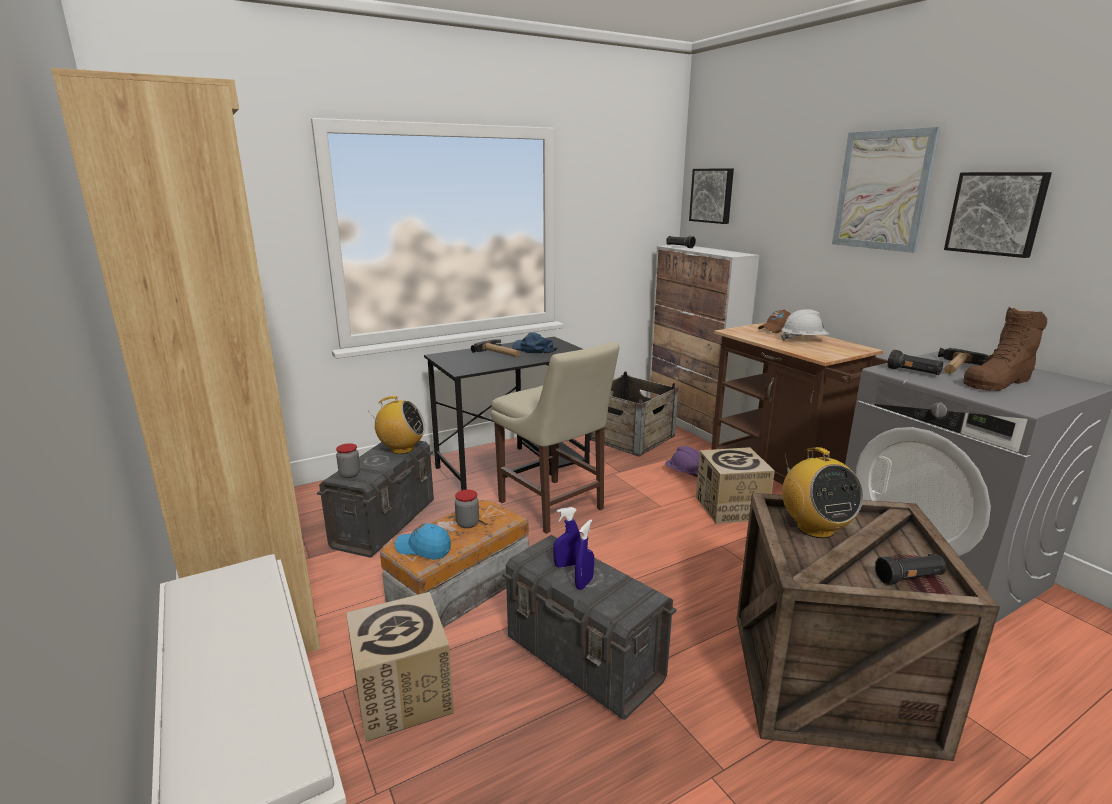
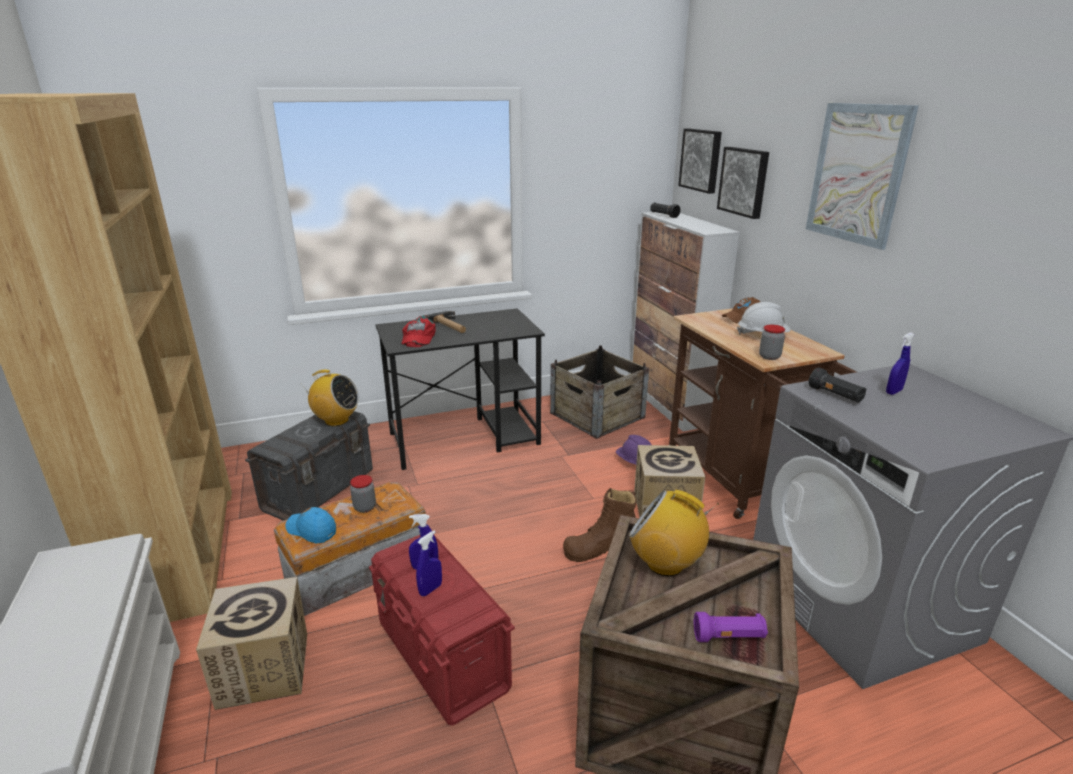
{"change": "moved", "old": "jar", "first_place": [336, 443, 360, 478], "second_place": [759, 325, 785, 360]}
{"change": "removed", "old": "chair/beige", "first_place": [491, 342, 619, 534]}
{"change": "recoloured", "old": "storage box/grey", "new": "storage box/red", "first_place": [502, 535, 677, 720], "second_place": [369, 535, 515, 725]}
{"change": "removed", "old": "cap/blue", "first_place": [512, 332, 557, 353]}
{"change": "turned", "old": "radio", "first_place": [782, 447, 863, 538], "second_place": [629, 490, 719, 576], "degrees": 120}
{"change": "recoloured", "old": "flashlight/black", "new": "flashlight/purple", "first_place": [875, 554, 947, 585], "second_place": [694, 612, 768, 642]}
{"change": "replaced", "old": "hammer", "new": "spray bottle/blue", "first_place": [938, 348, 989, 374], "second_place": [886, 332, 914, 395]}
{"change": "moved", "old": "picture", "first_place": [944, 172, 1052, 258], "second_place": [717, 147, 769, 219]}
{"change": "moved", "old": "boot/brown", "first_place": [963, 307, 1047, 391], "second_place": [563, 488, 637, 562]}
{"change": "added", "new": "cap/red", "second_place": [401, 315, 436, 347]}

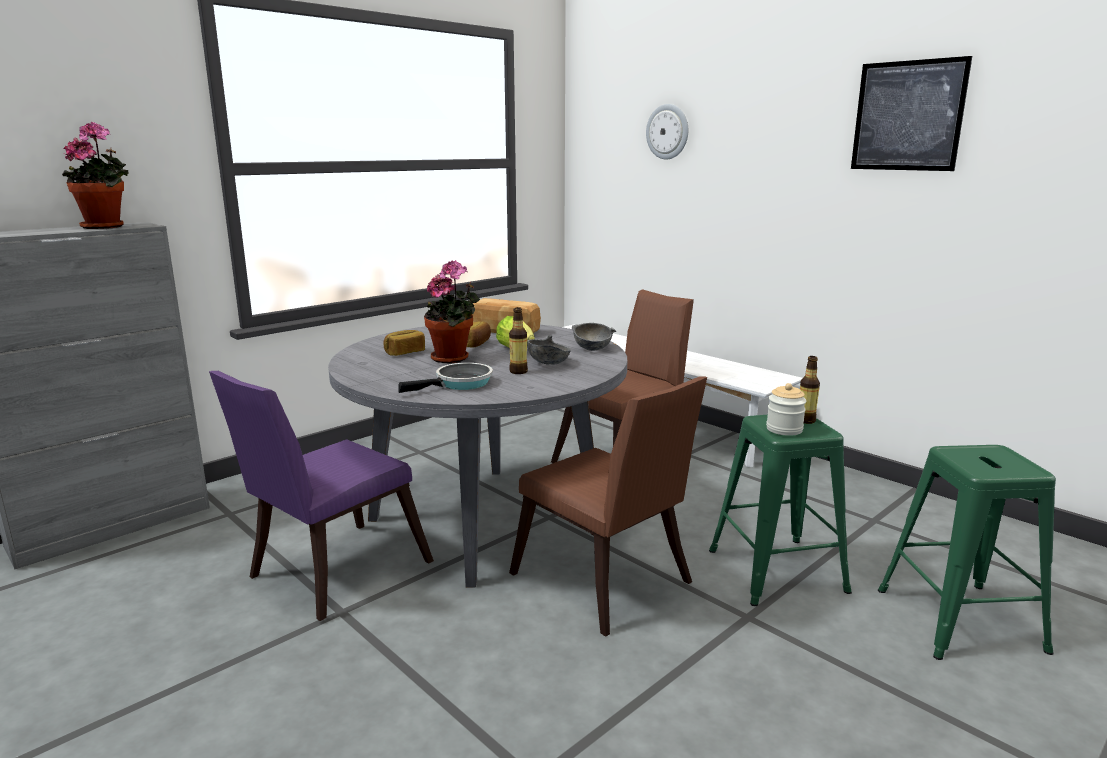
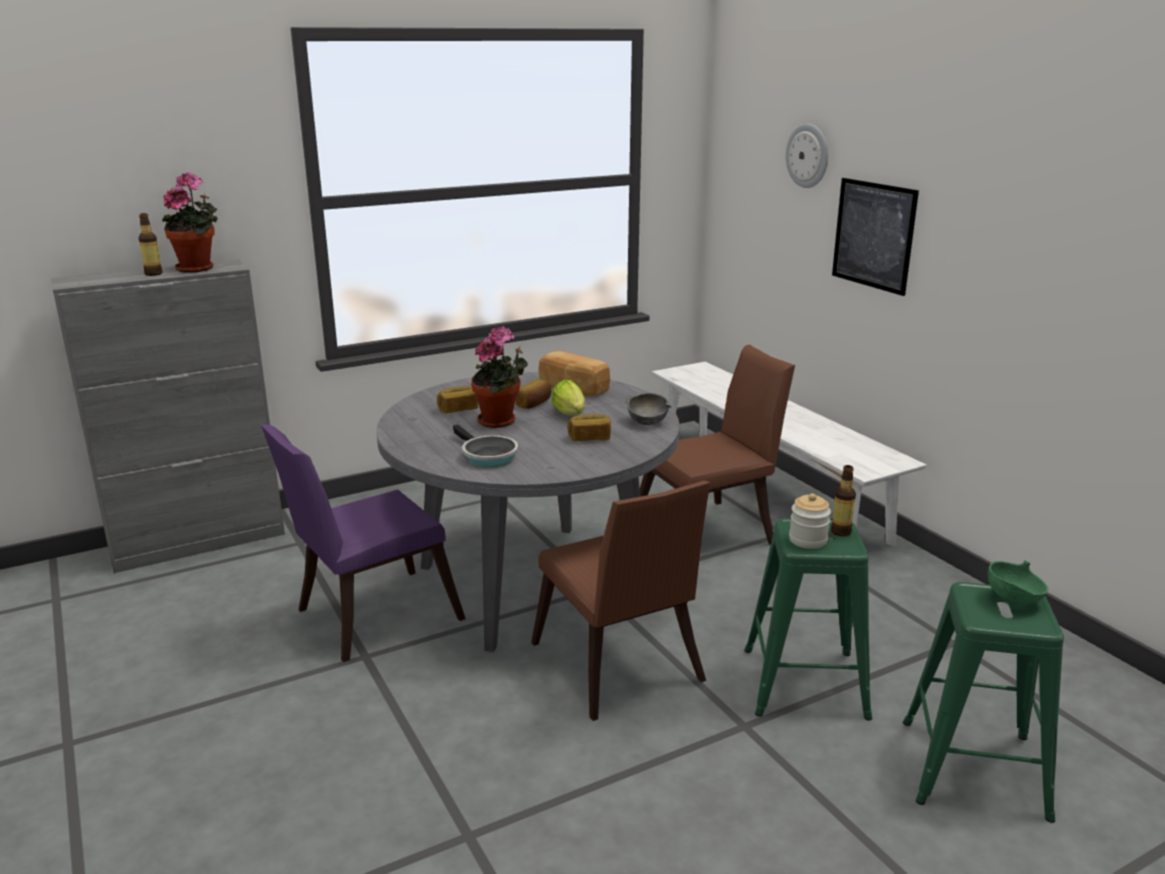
{"change": "turned", "old": "frying pan", "first_place": [398, 363, 493, 393], "second_place": [453, 424, 518, 467], "degrees": 75}
{"change": "moved", "old": "bottle", "first_place": [509, 307, 528, 374], "second_place": [139, 213, 163, 276]}
{"change": "replaced", "old": "bowl/grey", "new": "bread", "first_place": [527, 335, 571, 365], "second_place": [567, 414, 611, 442]}
{"change": "moved", "old": "picture", "first_place": [851, 56, 972, 171], "second_place": [832, 178, 919, 296]}
{"change": "added", "new": "bowl/green", "second_place": [988, 560, 1049, 605]}

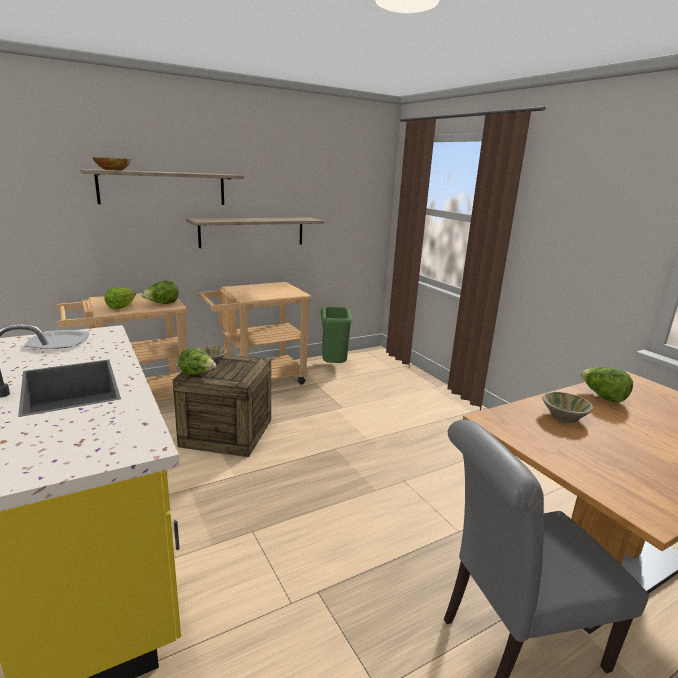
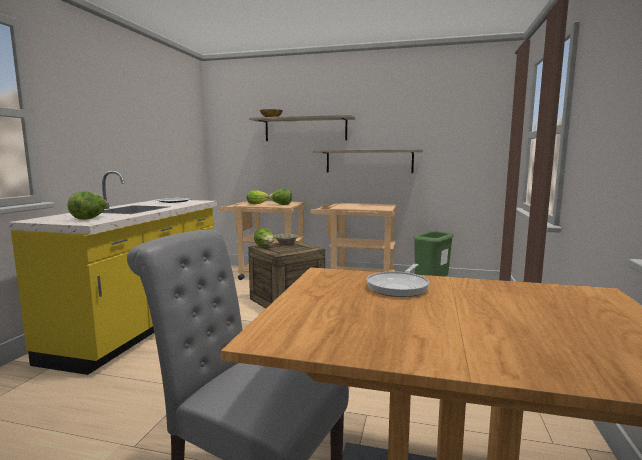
{"change": "replaced", "old": "bowl/beige", "new": "frying pan", "first_place": [542, 392, 593, 423], "second_place": [366, 264, 430, 297]}
{"change": "moved", "old": "lettuce", "first_place": [580, 367, 633, 403], "second_place": [68, 191, 107, 220]}

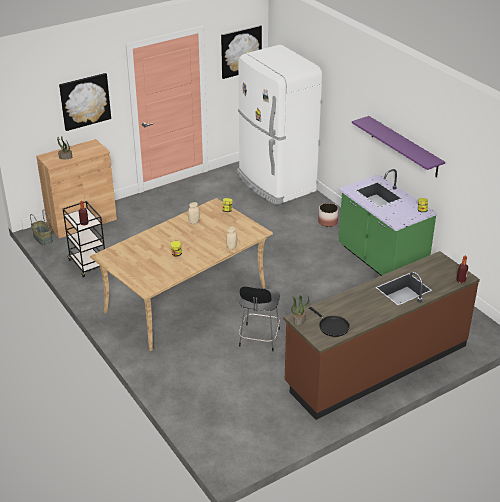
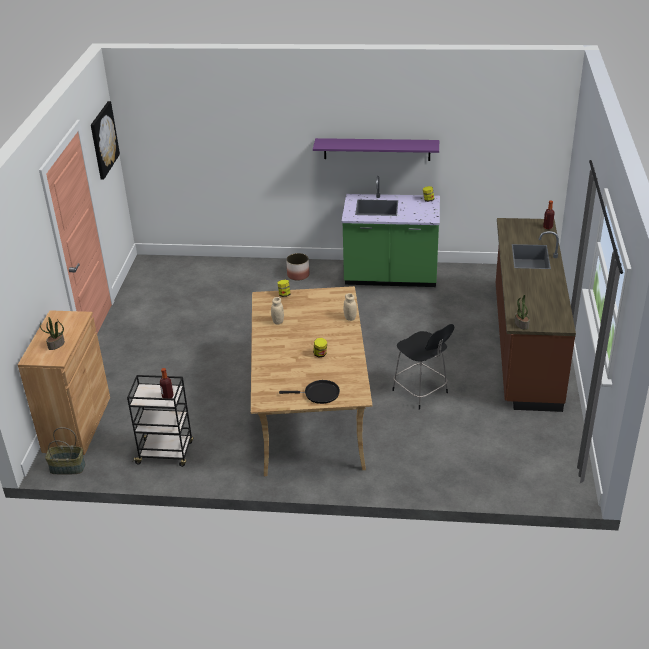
{"change": "removed", "old": "picture", "first_place": [59, 73, 111, 131]}
{"change": "removed", "old": "fridge/white", "first_place": [237, 45, 322, 205]}
{"change": "moved", "old": "frying pan/black", "first_place": [309, 307, 350, 337], "second_place": [279, 380, 340, 404]}

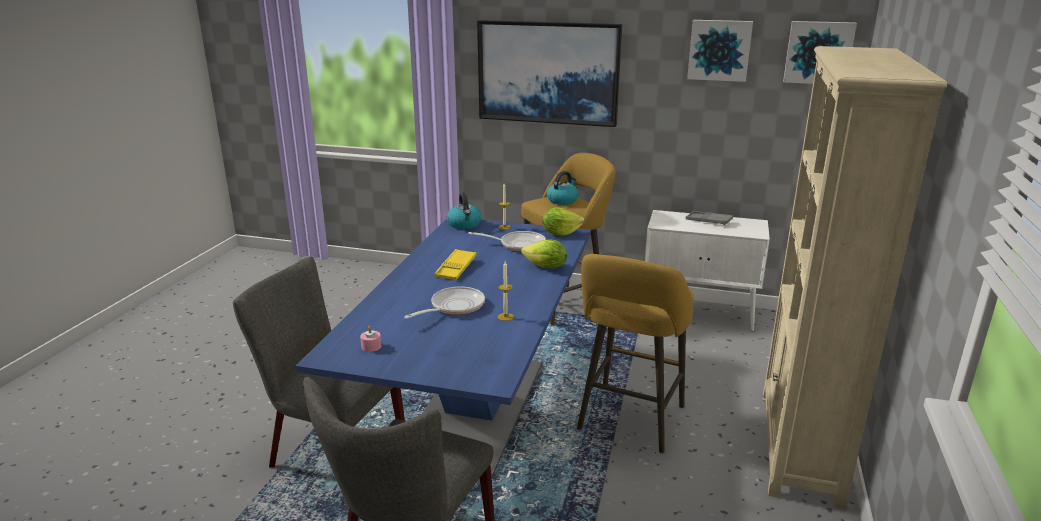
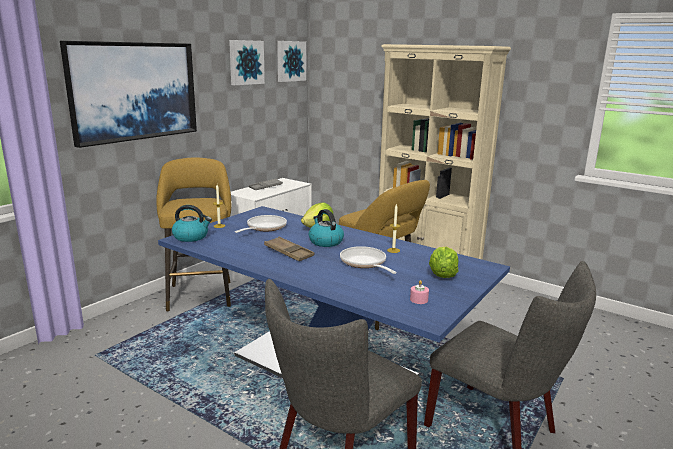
{"change": "recoloured", "old": "tray/yellow", "new": "tray/brown", "first_place": [434, 249, 476, 280], "second_place": [264, 237, 314, 261]}
{"change": "moved", "old": "lettuce", "first_place": [542, 208, 585, 236], "second_place": [429, 247, 458, 278]}
{"change": "moved", "old": "kettle", "first_place": [547, 171, 578, 205], "second_place": [309, 209, 344, 247]}

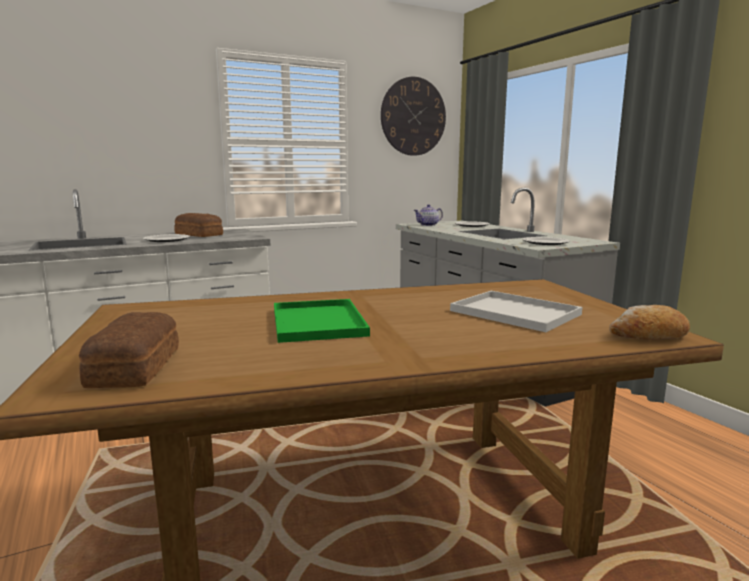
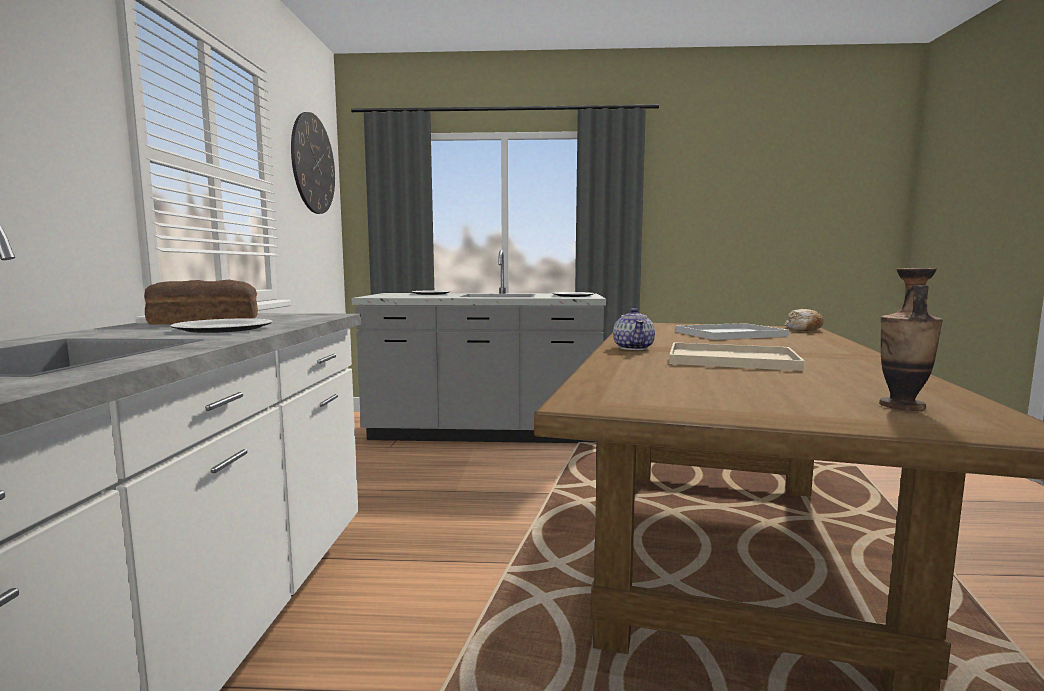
{"change": "replaced", "old": "bread", "new": "vase", "first_place": [79, 312, 179, 388], "second_place": [879, 268, 943, 411]}
{"change": "recoloured", "old": "tray/green", "new": "tray/beige", "first_place": [274, 299, 370, 343], "second_place": [669, 342, 805, 371]}
{"change": "moved", "old": "teapot", "first_place": [414, 204, 443, 226], "second_place": [613, 308, 655, 350]}

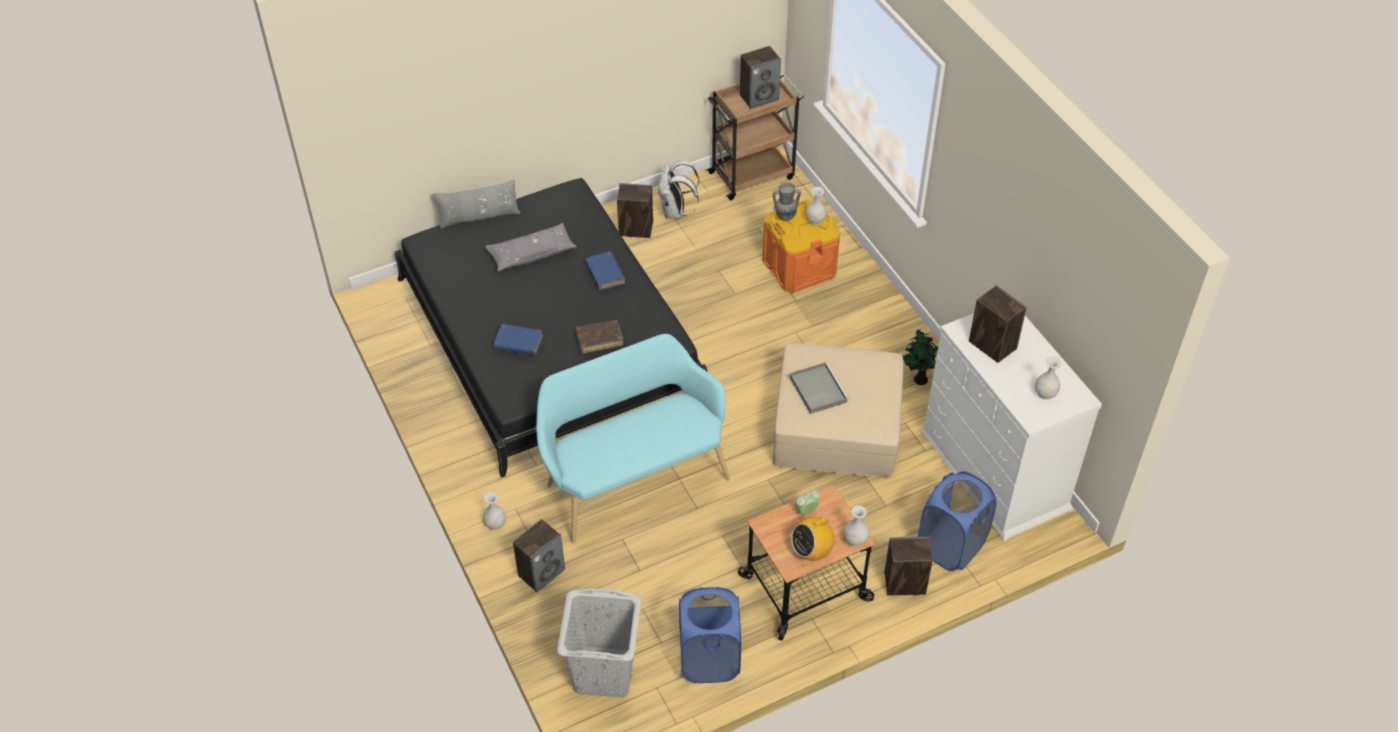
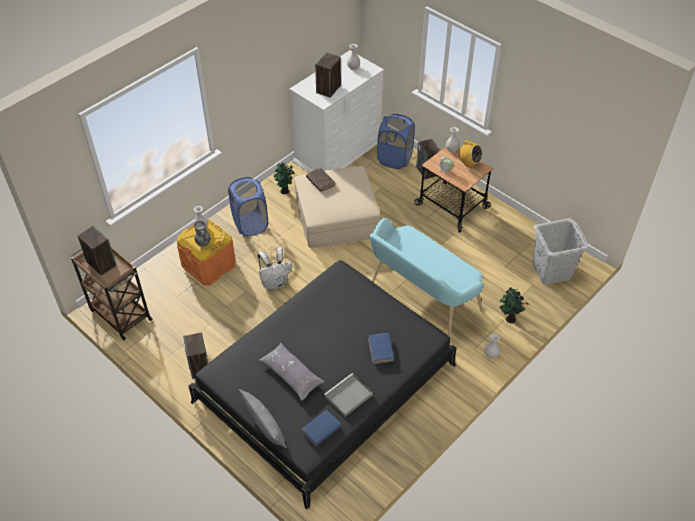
{"change": "replaced", "old": "speaker", "new": "potted plant", "first_place": [513, 519, 565, 593], "second_place": [500, 287, 529, 323]}
{"change": "moved", "old": "book/brown", "first_place": [576, 320, 623, 354], "second_place": [306, 167, 335, 192]}
{"change": "moved", "old": "book/blue", "first_place": [585, 251, 625, 290], "second_place": [301, 410, 341, 446]}
{"change": "moved", "old": "backpack/white", "first_place": [658, 161, 699, 219], "second_place": [257, 247, 292, 290]}
{"change": "moved", "old": "laundry basket/blue", "first_place": [679, 587, 741, 683], "second_place": [228, 177, 268, 237]}
{"change": "moved", "old": "tray/grey", "first_place": [790, 362, 849, 414], "second_place": [325, 373, 373, 417]}

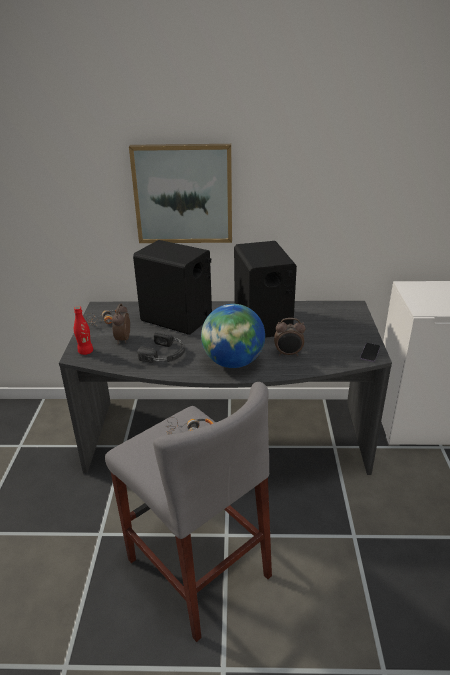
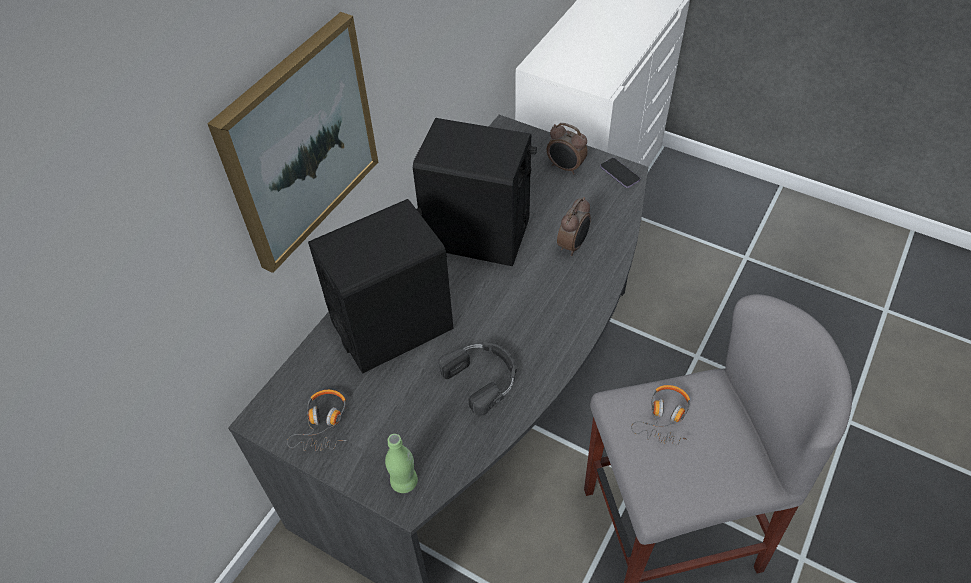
{"change": "recoloured", "old": "bottle/red", "new": "bottle/green", "first_place": [74, 306, 93, 355], "second_place": [385, 434, 418, 493]}
{"change": "moved", "old": "alarm clock", "first_place": [112, 303, 130, 344], "second_place": [547, 123, 588, 174]}
{"change": "removed", "old": "globe", "first_place": [201, 304, 265, 368]}

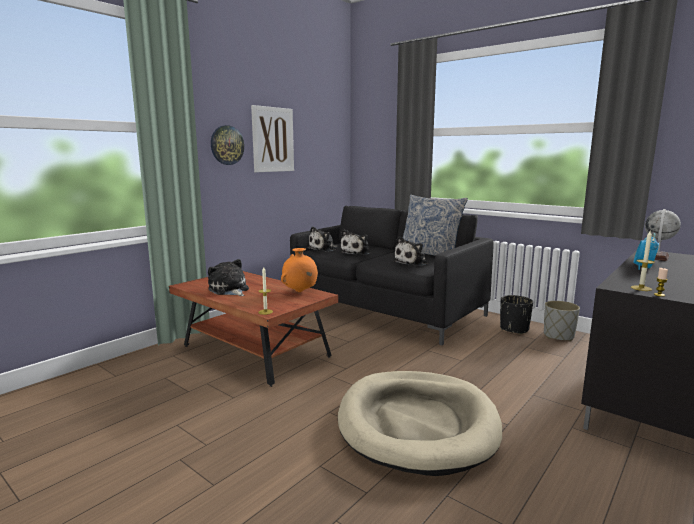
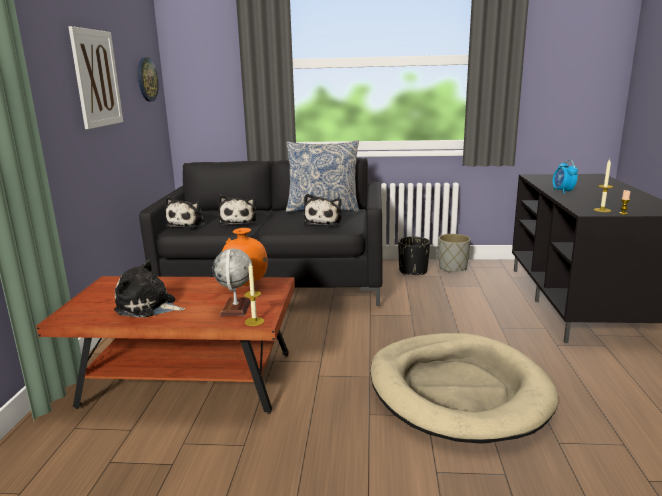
{"change": "moved", "old": "wall clock", "first_place": [211, 125, 244, 165], "second_place": [138, 57, 159, 102]}
{"change": "moved", "old": "globe", "first_place": [645, 209, 681, 261], "second_place": [213, 249, 253, 316]}

